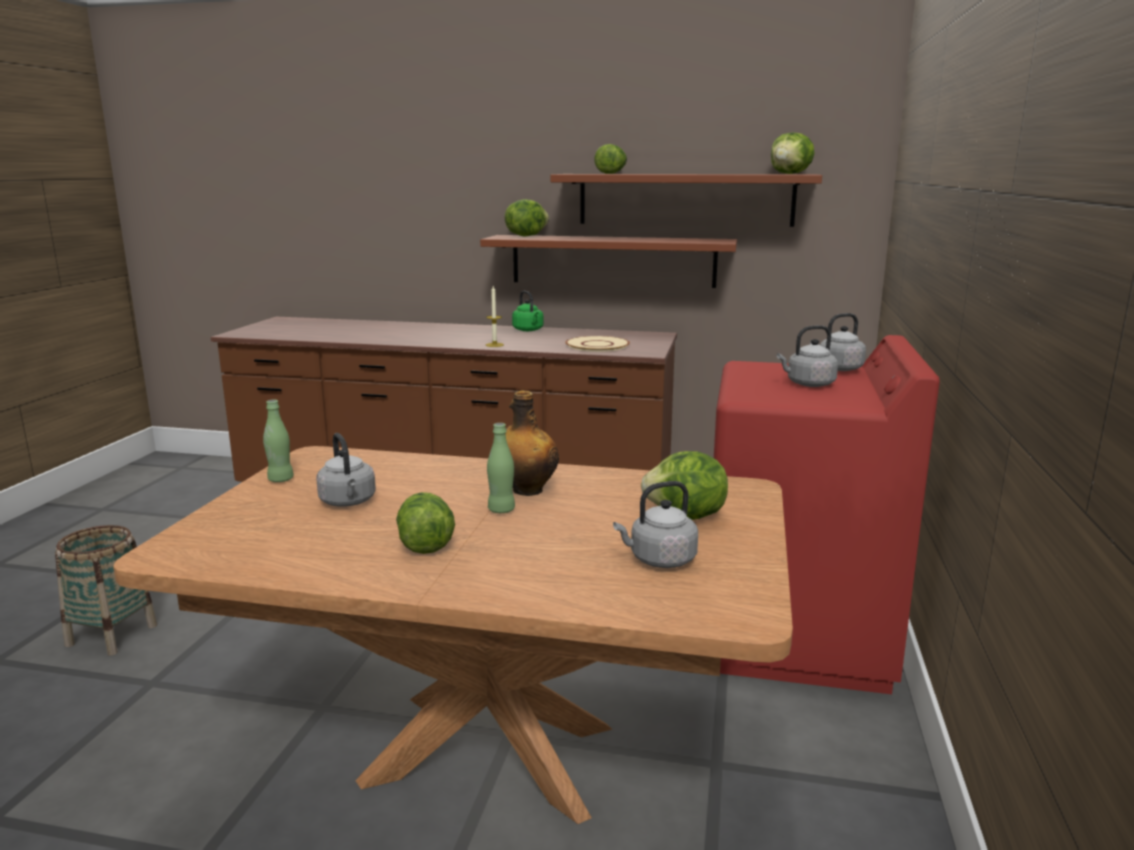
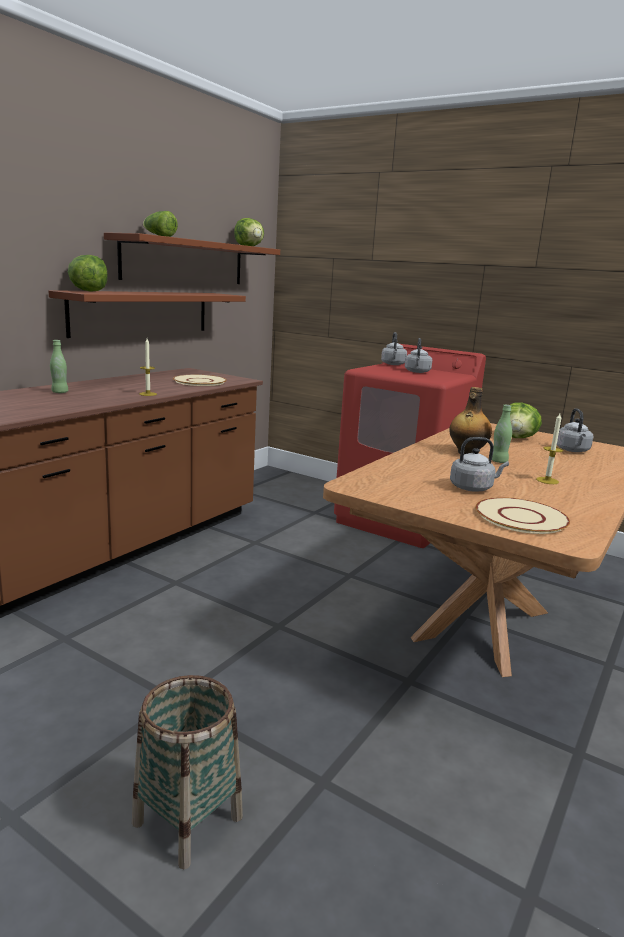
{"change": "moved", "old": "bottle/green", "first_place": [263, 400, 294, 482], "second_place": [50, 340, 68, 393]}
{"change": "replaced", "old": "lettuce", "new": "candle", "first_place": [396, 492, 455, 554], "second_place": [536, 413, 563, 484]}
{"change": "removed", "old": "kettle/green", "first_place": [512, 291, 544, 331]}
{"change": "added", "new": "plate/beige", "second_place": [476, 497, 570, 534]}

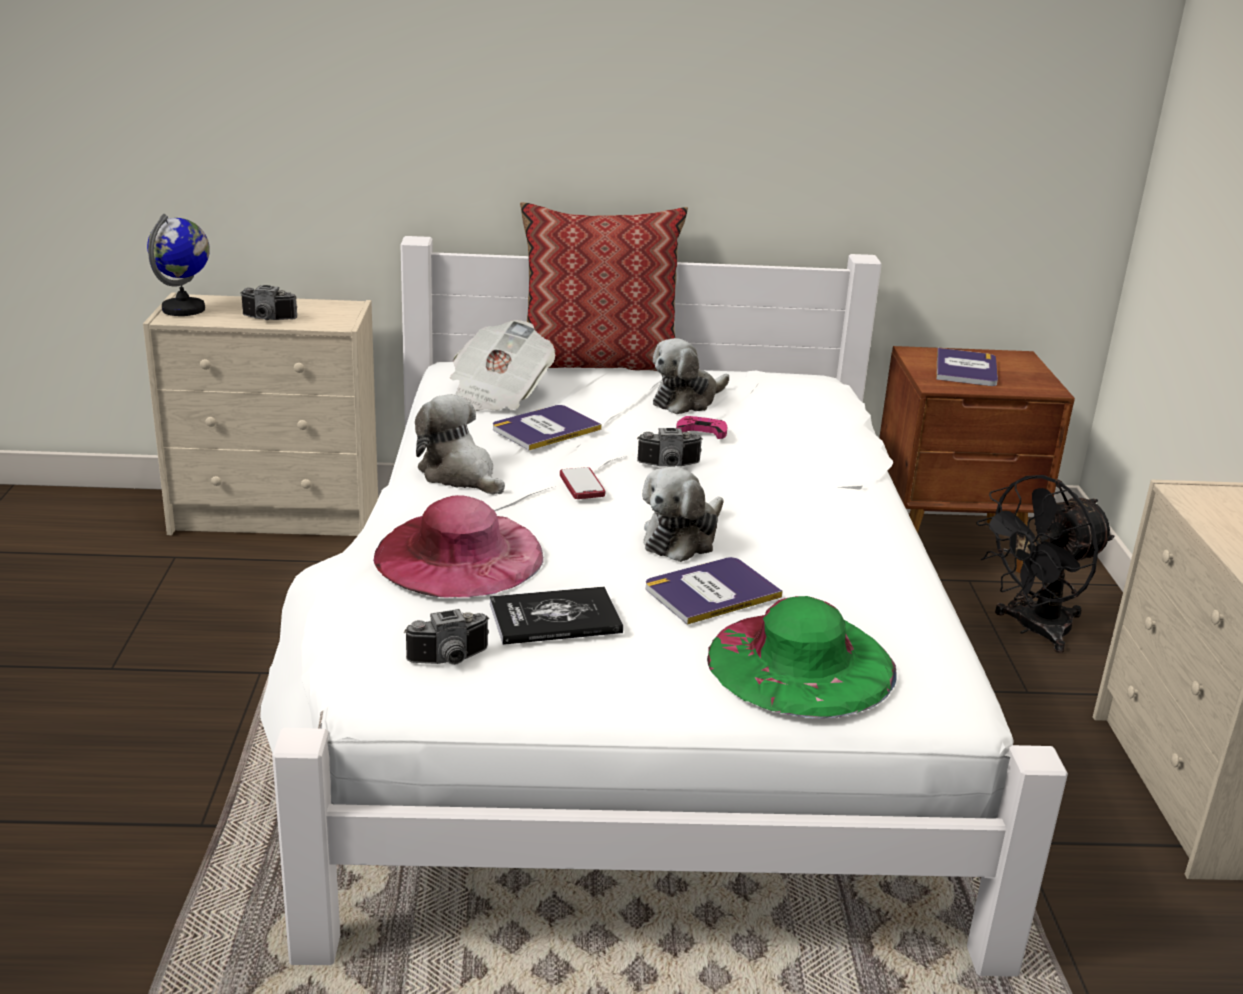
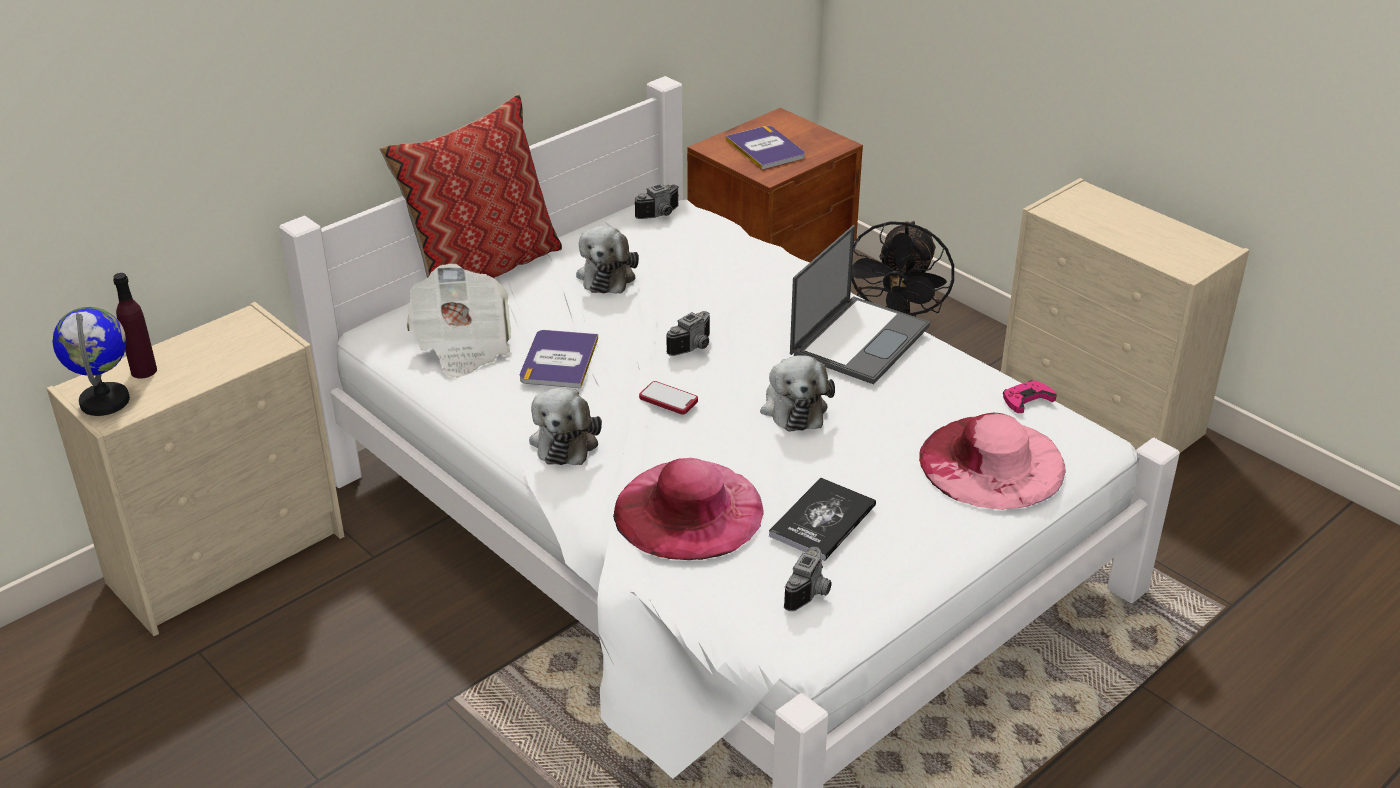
{"change": "moved", "old": "photo camera", "first_place": [240, 285, 297, 320], "second_place": [635, 183, 679, 219]}
{"change": "turned", "old": "plush toy", "first_place": [415, 394, 505, 495], "second_place": [529, 388, 602, 465], "degrees": -90}
{"change": "removed", "old": "book", "first_place": [645, 557, 783, 625]}
{"change": "moved", "old": "game controller/pink", "first_place": [676, 416, 728, 439], "second_place": [1003, 380, 1057, 413]}
{"change": "recoloured", "old": "hat/green", "new": "hat/pink", "first_place": [707, 596, 897, 718], "second_place": [919, 413, 1066, 510]}
{"change": "added", "new": "bottle/purple", "second_place": [113, 273, 157, 379]}
{"change": "added", "new": "laptop", "second_place": [790, 225, 930, 384]}

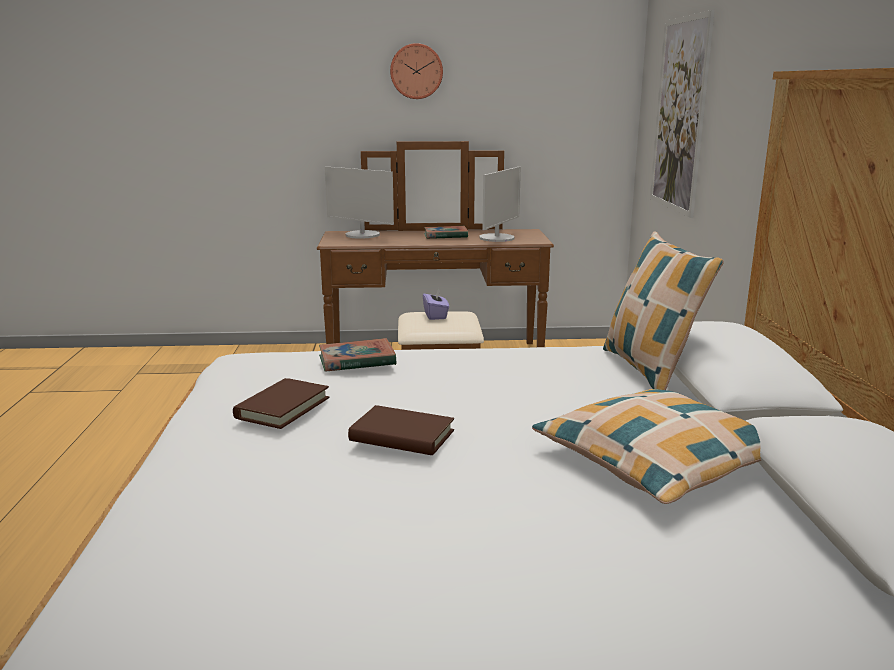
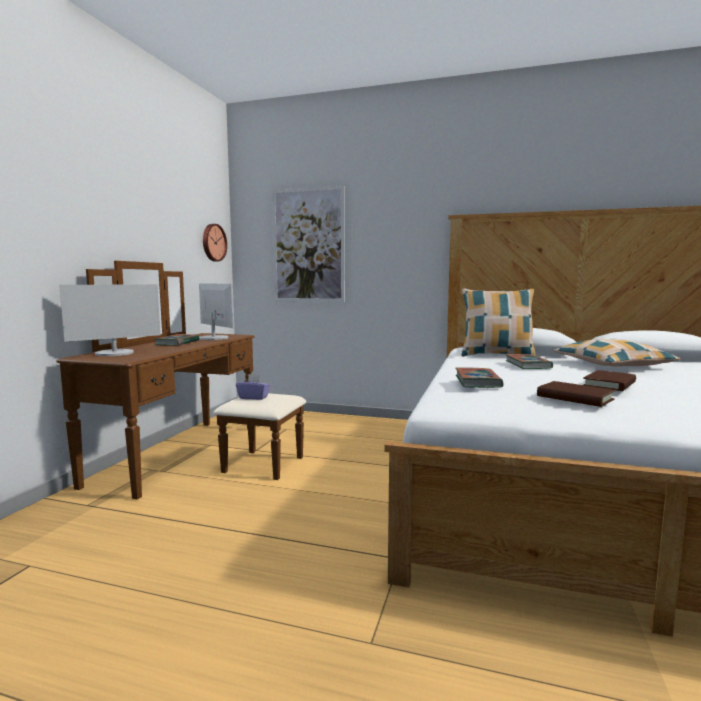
{"change": "moved", "old": "wall clock", "first_place": [390, 43, 443, 99], "second_place": [203, 224, 227, 262]}
{"change": "added", "new": "book", "second_place": [506, 354, 553, 369]}

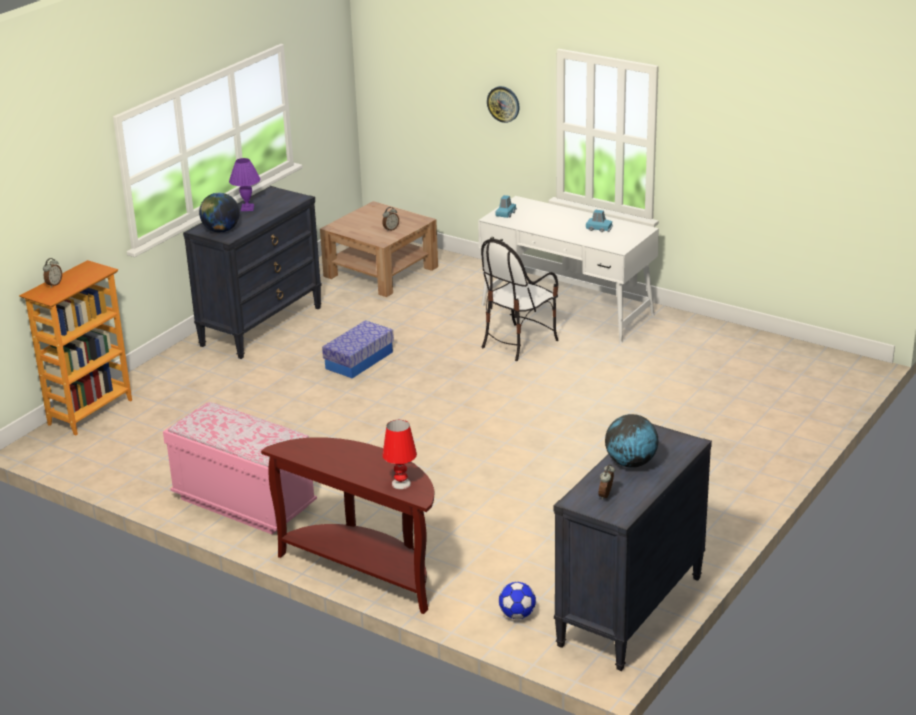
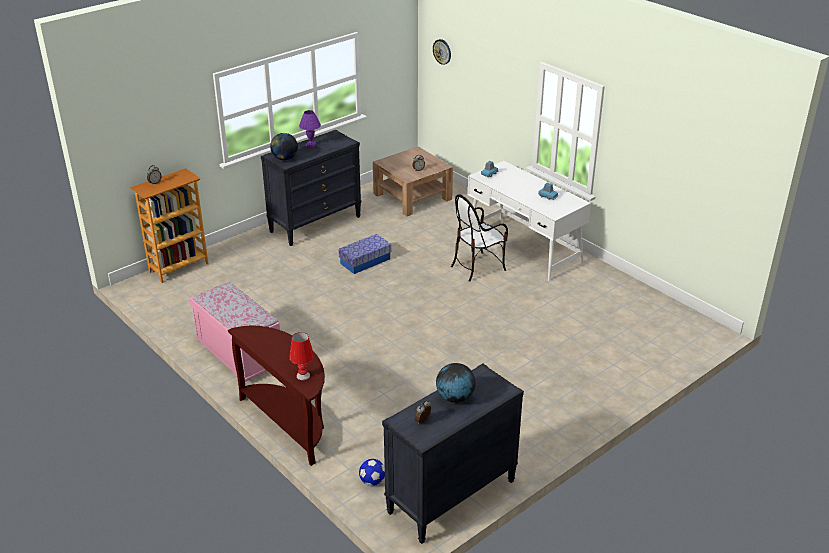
{"change": "moved", "old": "wall clock", "first_place": [487, 86, 520, 123], "second_place": [433, 39, 451, 65]}

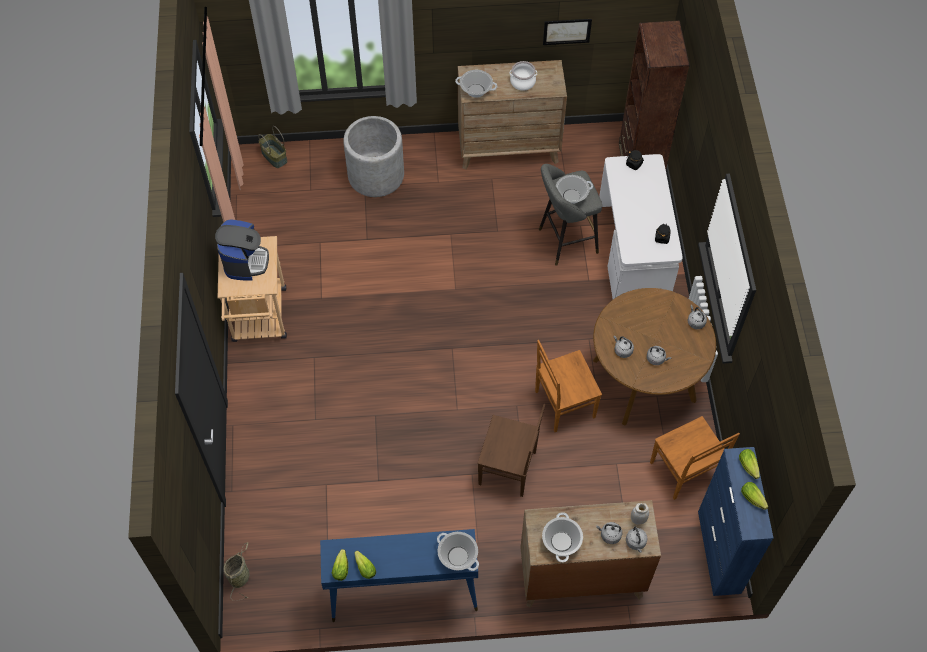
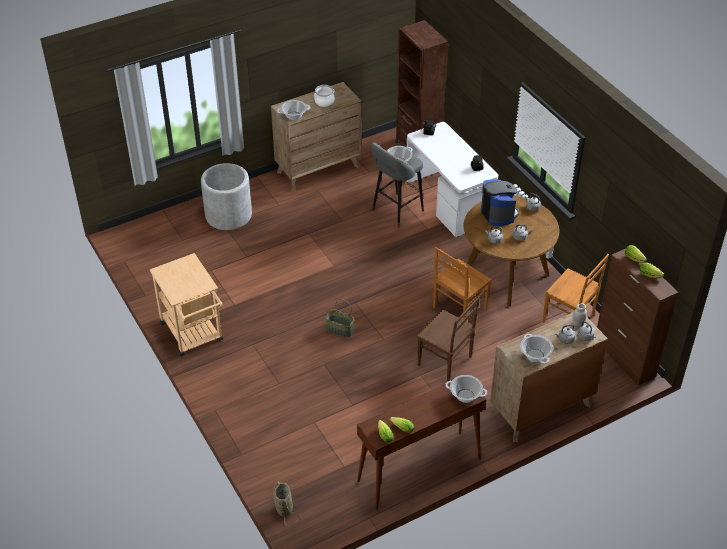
{"change": "moved", "old": "coffee machine", "first_place": [215, 219, 269, 281], "second_place": [481, 179, 519, 227]}
{"change": "moved", "old": "basket", "first_place": [258, 126, 287, 168], "second_place": [325, 299, 354, 337]}
{"change": "recoloured", "old": "console table/blue", "new": "console table/brown", "first_place": [320, 529, 478, 622], "second_place": [357, 383, 486, 510]}
{"change": "turned", "old": "chair/brown", "first_place": [477, 404, 545, 497], "second_place": [417, 296, 480, 382], "degrees": 45}
{"change": "removed", "old": "picture", "first_place": [543, 19, 592, 45]}
{"change": "recoloured", "old": "cabinet/blue", "new": "cabinet/brown", "first_place": [698, 447, 773, 596], "second_place": [597, 249, 678, 386]}

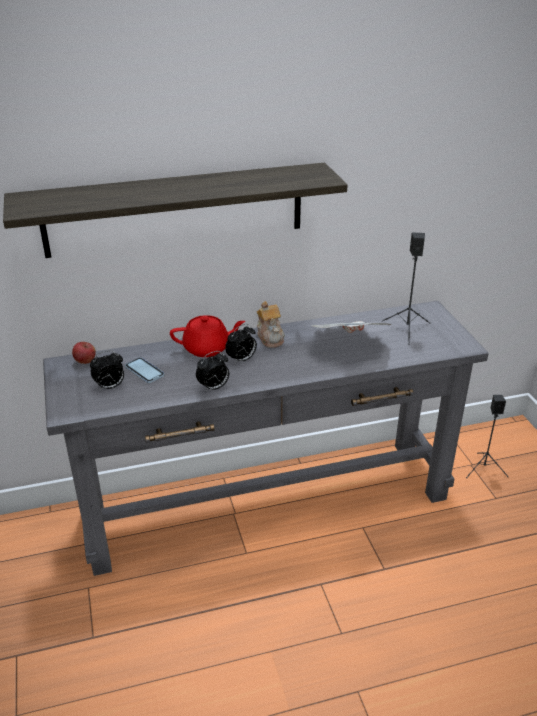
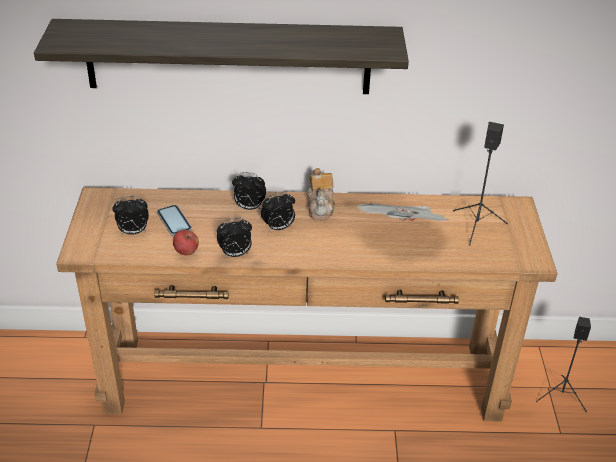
{"change": "recoloured", "old": "console table/grey", "new": "console table/brown", "first_place": [43, 301, 489, 576], "second_place": [56, 187, 558, 422]}
{"change": "moved", "old": "apple", "first_place": [72, 342, 96, 364], "second_place": [173, 230, 199, 255]}
{"change": "replaced", "old": "teapot/red", "new": "alarm clock", "first_place": [170, 315, 245, 357], "second_place": [232, 172, 266, 210]}

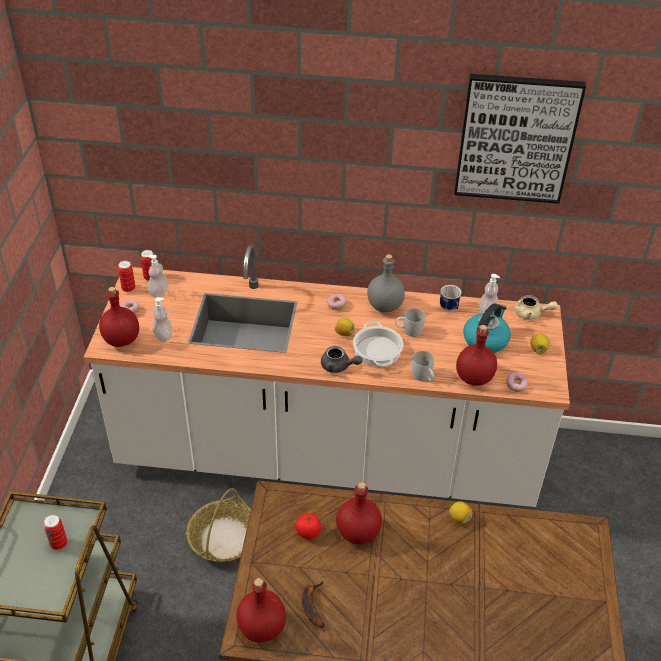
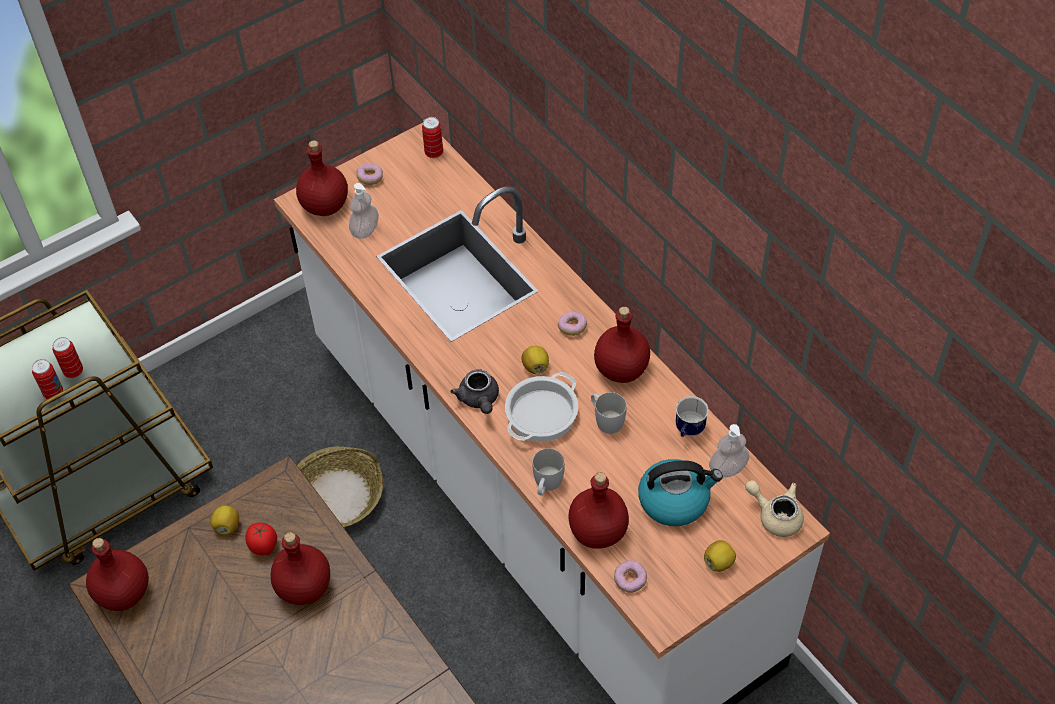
{"change": "moved", "old": "can", "first_place": [118, 261, 136, 292], "second_place": [32, 359, 63, 399]}
{"change": "removed", "old": "soap dispenser", "first_place": [148, 255, 168, 298]}
{"change": "removed", "old": "banana", "first_place": [302, 581, 325, 628]}
{"change": "recoloured", "old": "bottle/grey", "new": "bottle/red", "first_place": [367, 254, 405, 312], "second_place": [594, 306, 650, 383]}
{"change": "moved", "old": "lemon", "first_place": [449, 501, 472, 524], "second_place": [211, 505, 239, 535]}
{"change": "removed", "old": "picture", "first_place": [454, 74, 586, 204]}
{"change": "turned", "old": "teapot/beige", "first_place": [514, 295, 558, 320], "second_place": [745, 480, 804, 537], "degrees": 150}

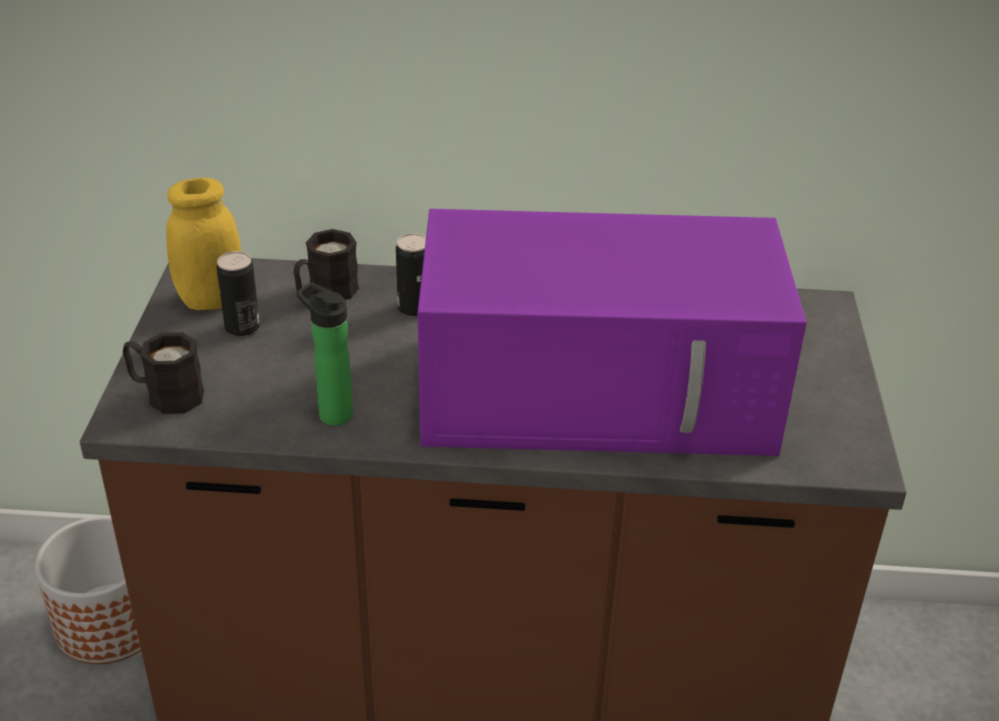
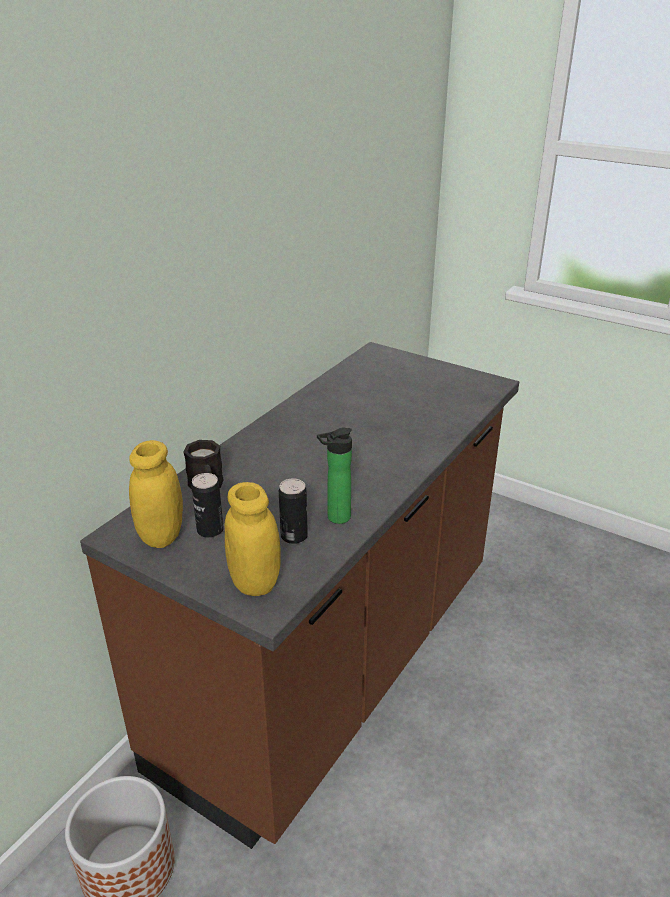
{"change": "replaced", "old": "mug/black", "new": "jar/yellow", "first_place": [123, 332, 204, 414], "second_place": [225, 482, 281, 596]}
{"change": "moved", "old": "can", "first_place": [396, 233, 426, 317], "second_place": [279, 478, 308, 544]}
{"change": "removed", "old": "microwave/purple", "first_place": [418, 209, 807, 456]}

